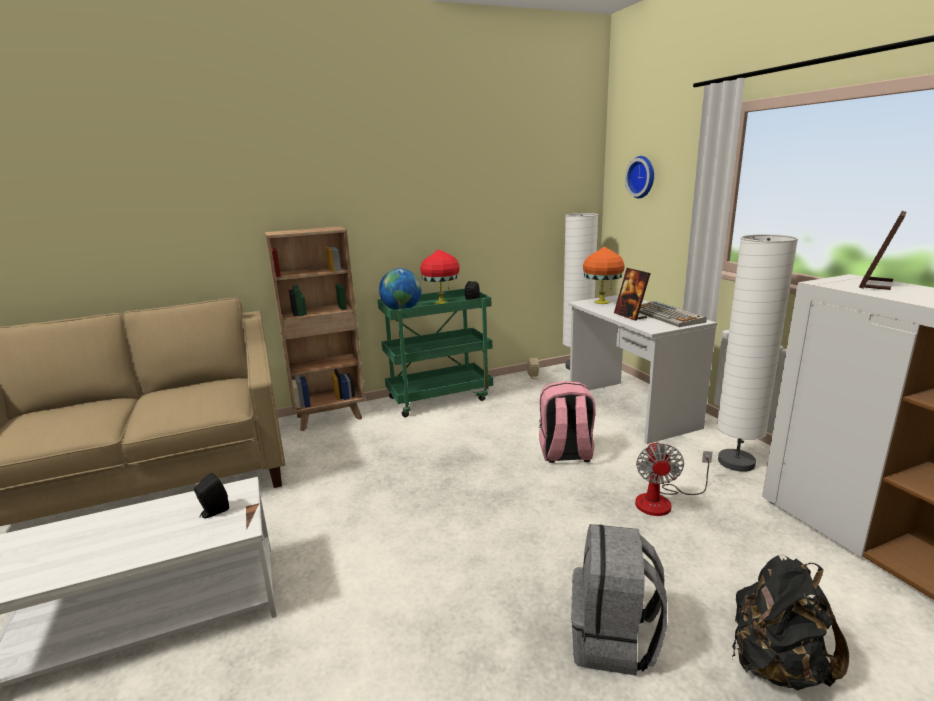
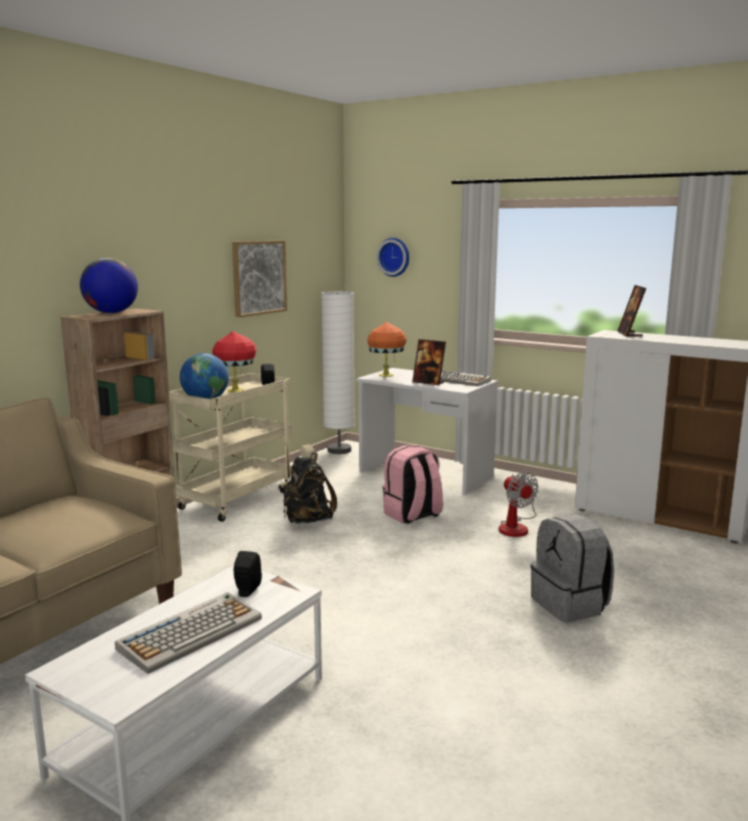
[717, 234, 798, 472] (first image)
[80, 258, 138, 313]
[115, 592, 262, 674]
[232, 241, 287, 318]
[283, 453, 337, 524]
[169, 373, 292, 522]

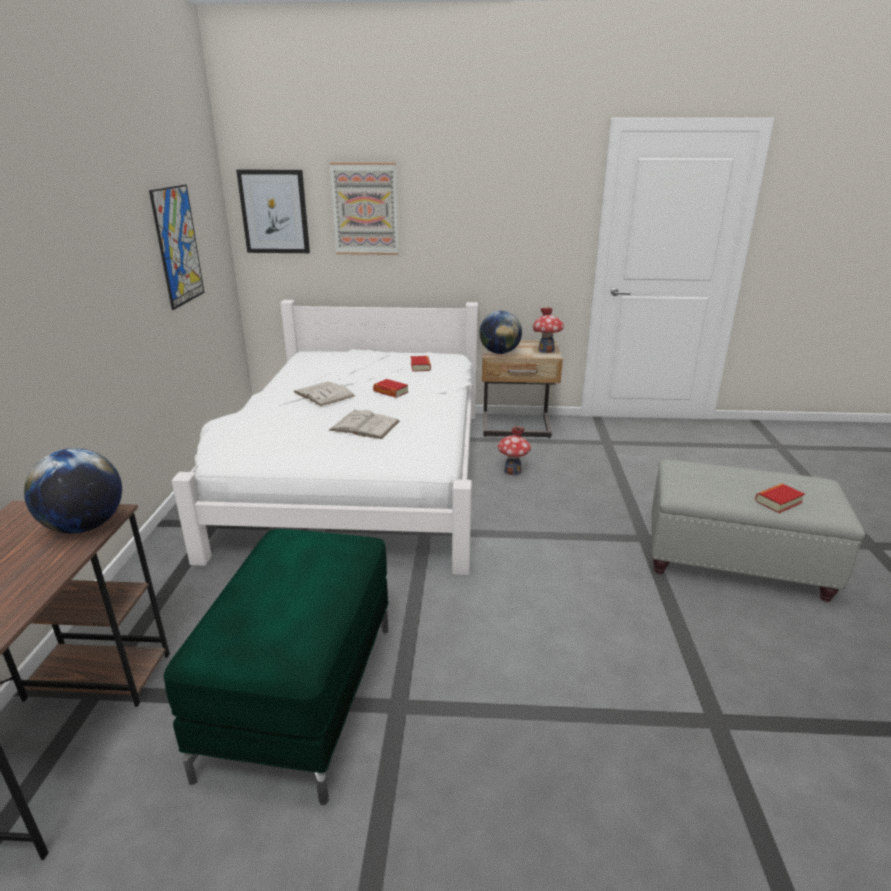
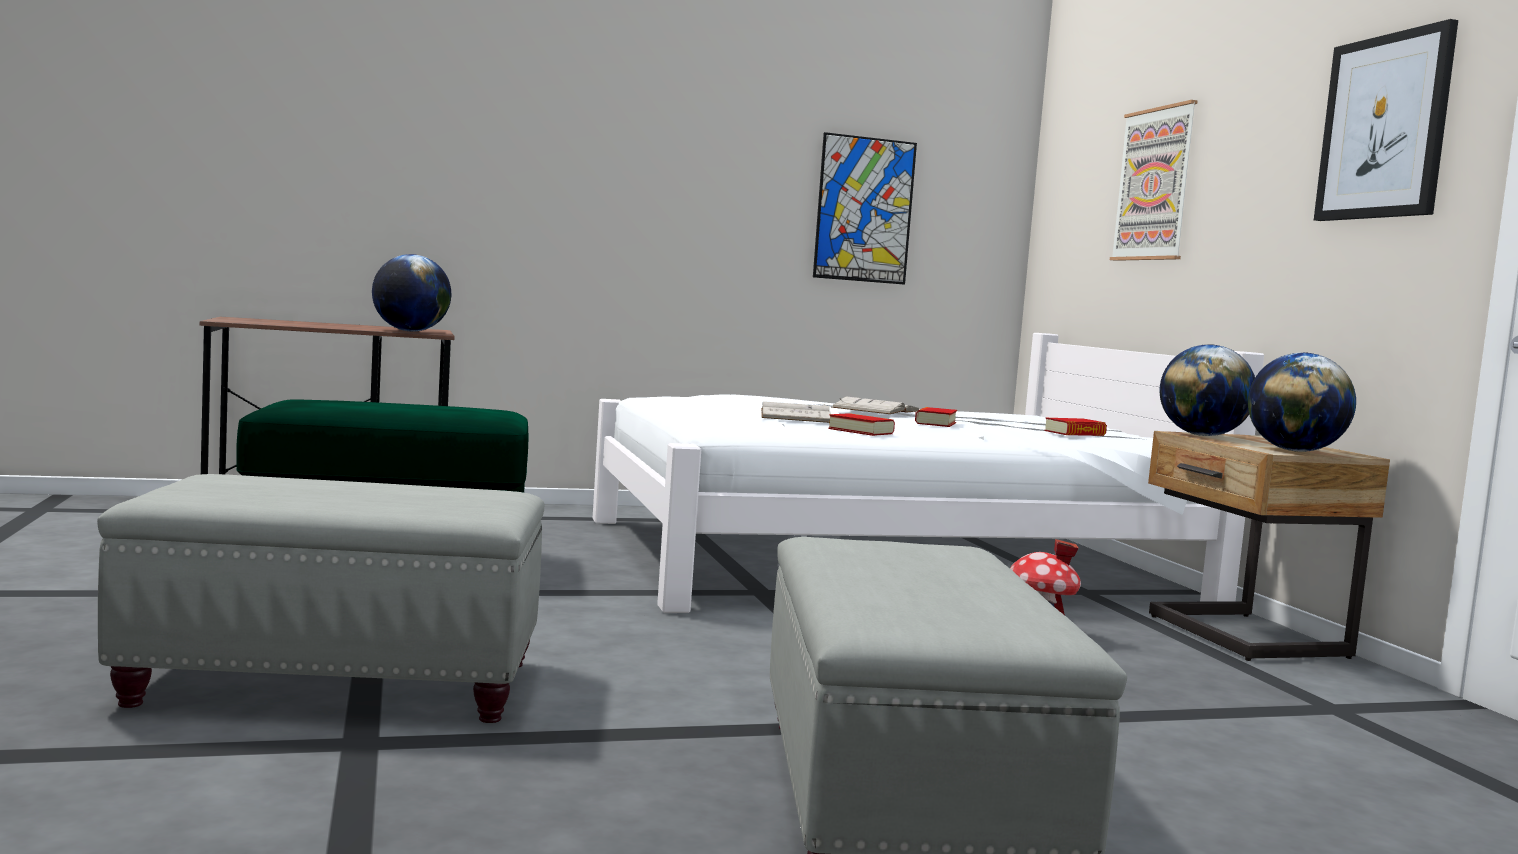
[97, 474, 544, 723]
[1314, 19, 1458, 221]
[828, 413, 895, 436]
[1248, 353, 1356, 452]

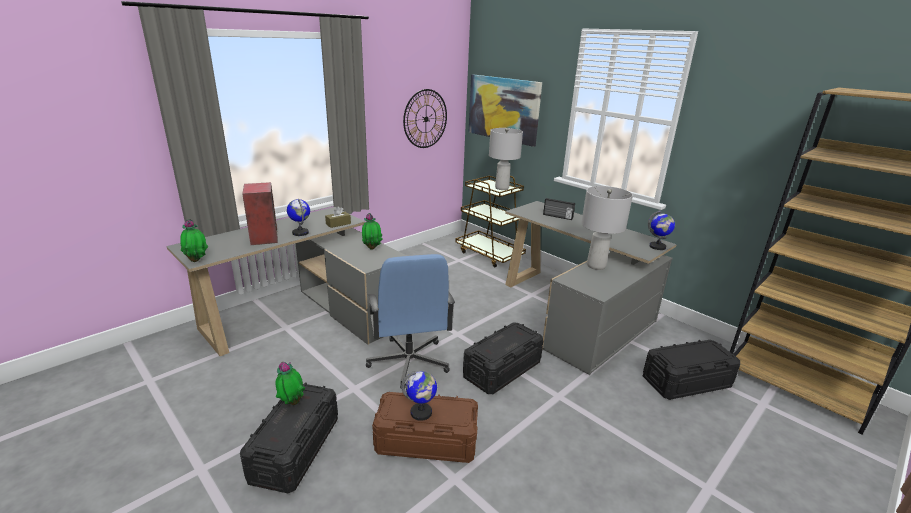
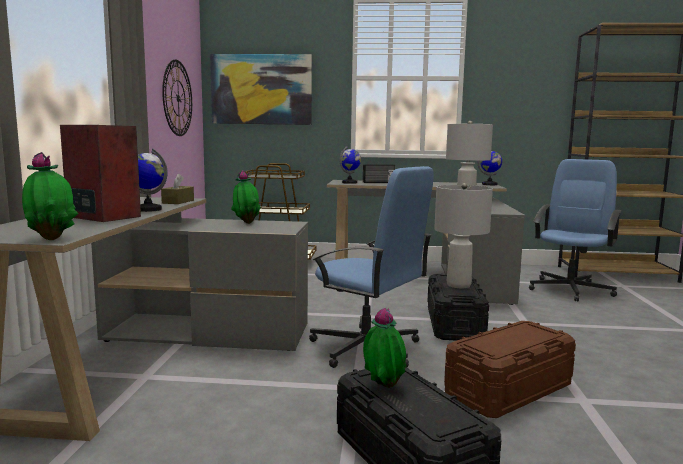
[340, 146, 361, 184]
[434, 183, 493, 288]
[529, 159, 622, 302]

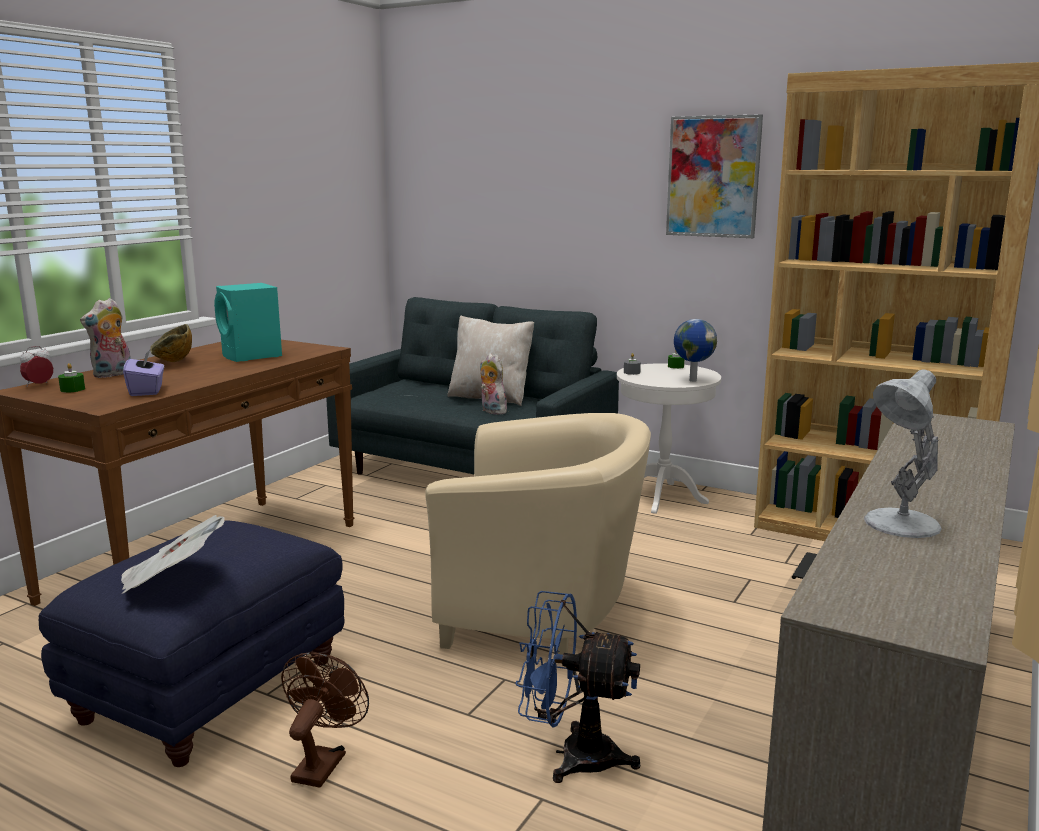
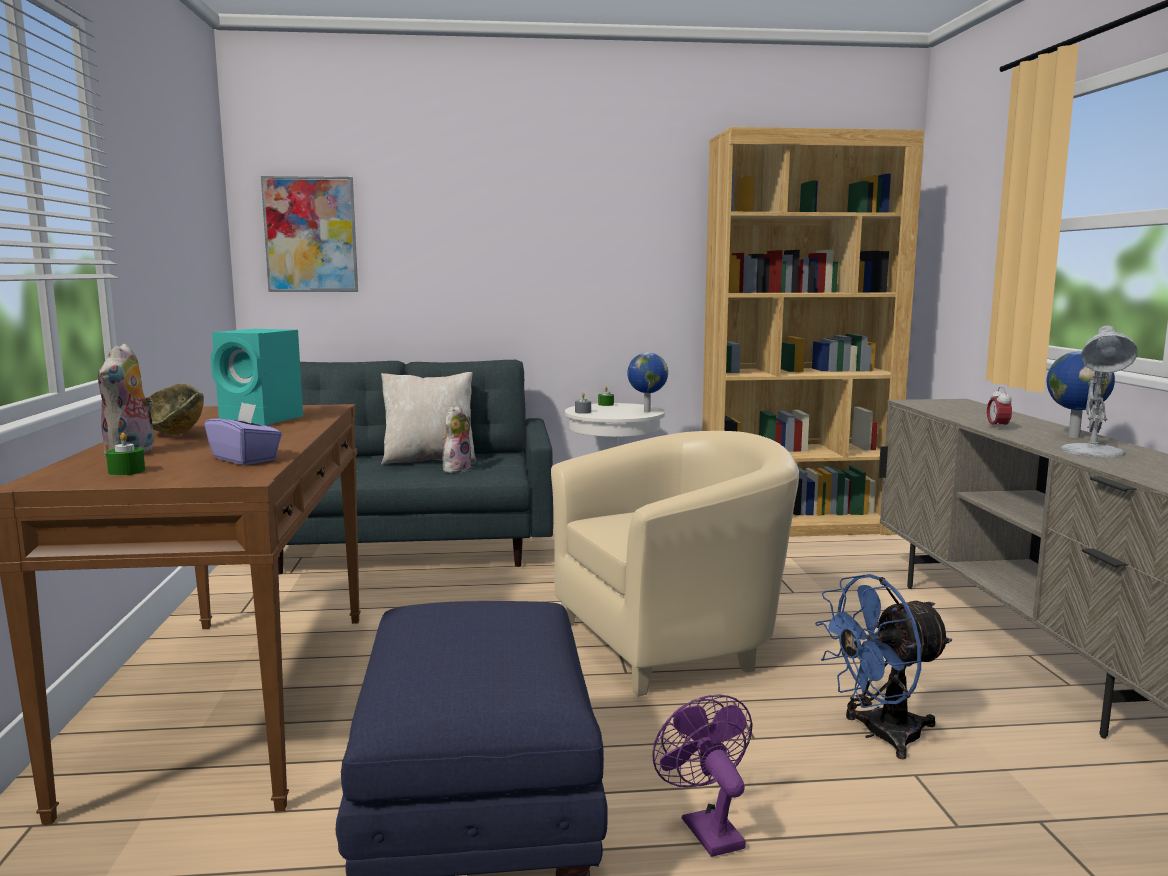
[121, 515, 225, 594] (first image)
[1047, 351, 1115, 438]
[987, 387, 1012, 430]
[261, 176, 358, 292]
[653, 694, 753, 857]
[442, 406, 471, 473]

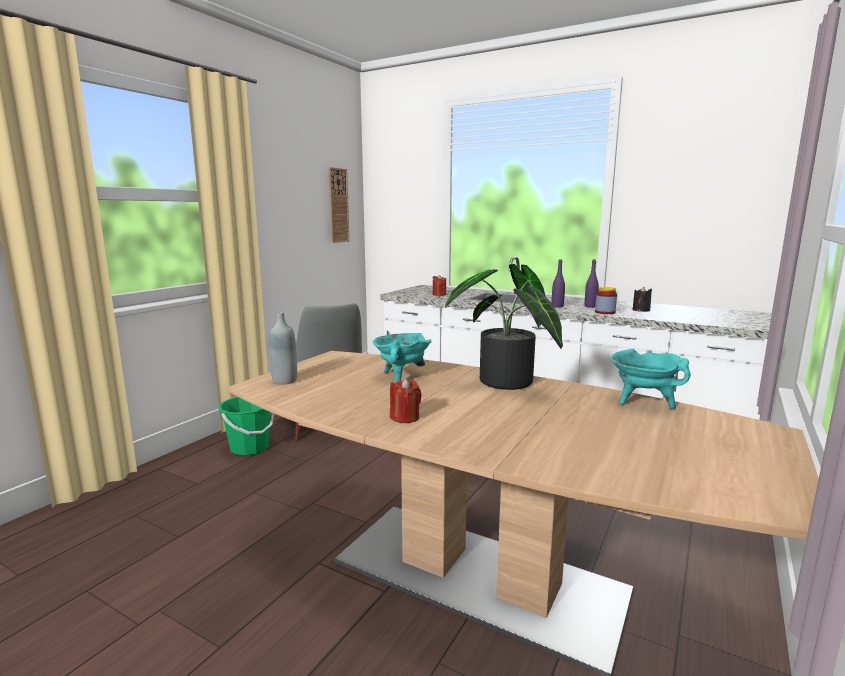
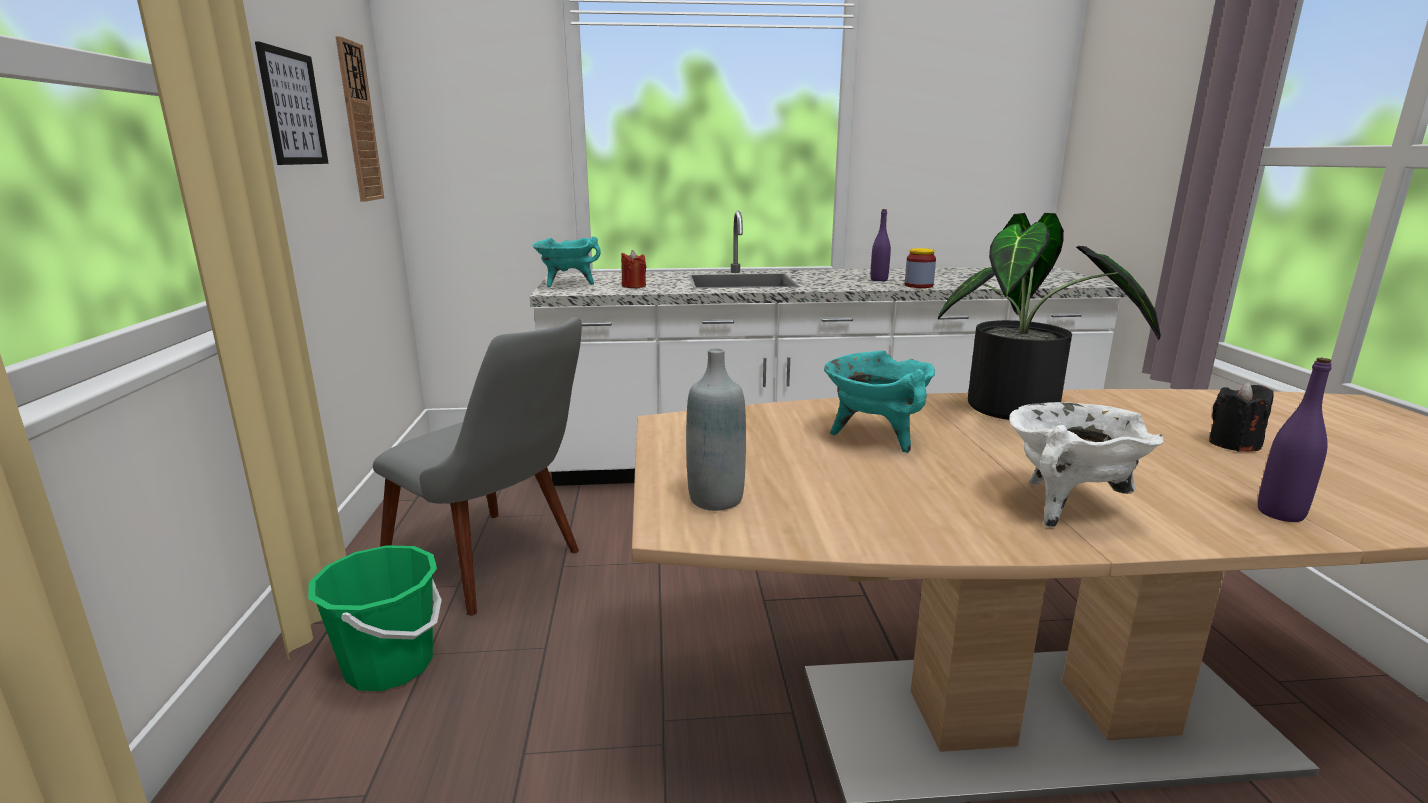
[255, 42, 329, 165]
[1258, 358, 1332, 522]
[532, 236, 601, 287]
[1209, 382, 1274, 452]
[1009, 402, 1164, 528]

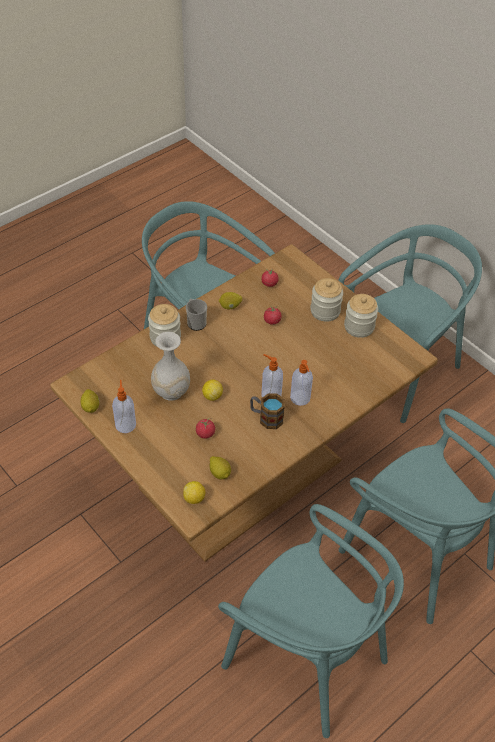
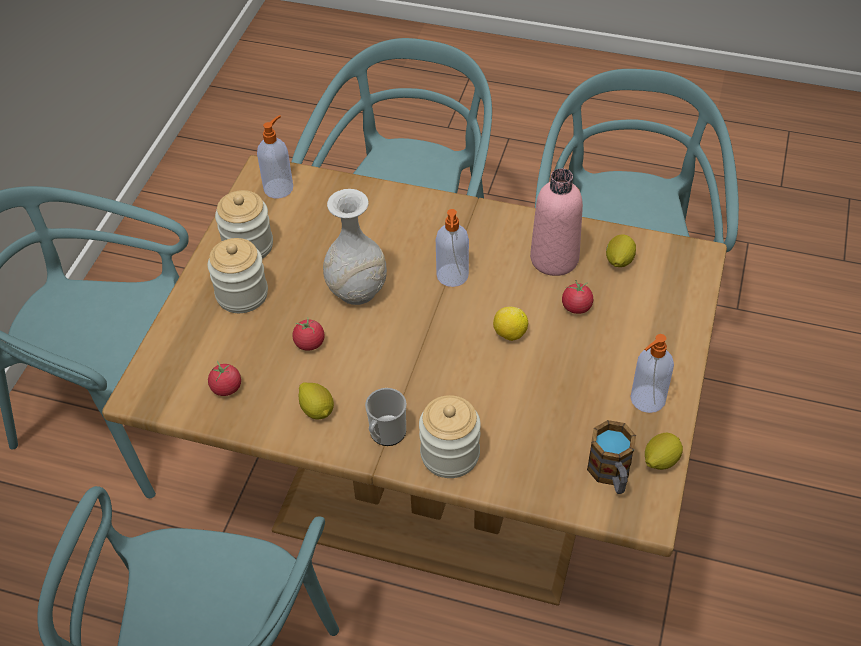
[183, 481, 205, 504] (first image)
[530, 168, 583, 276]
[323, 189, 387, 305]
[587, 420, 636, 494]
[257, 115, 293, 198]

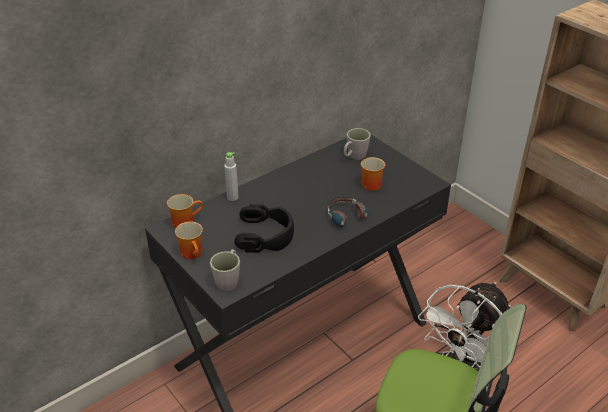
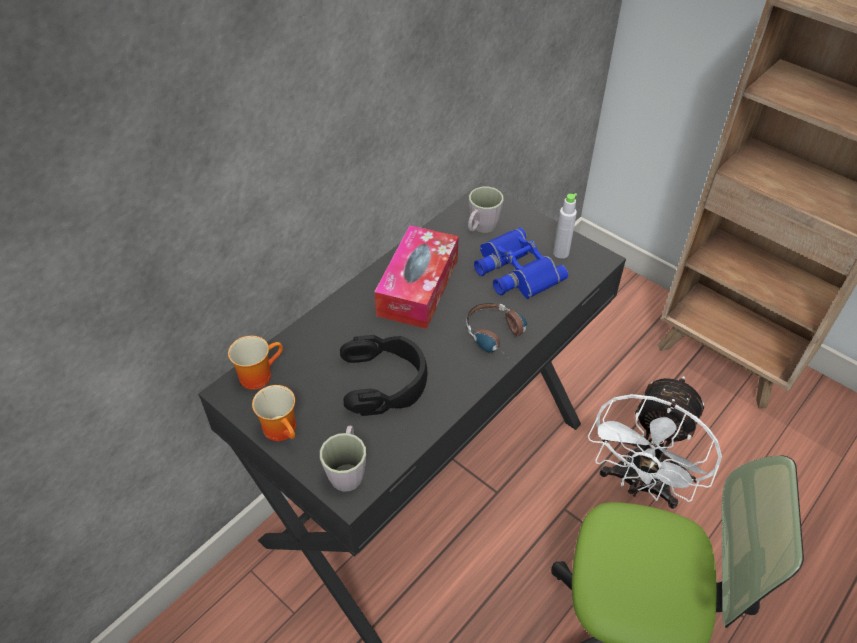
[374, 225, 459, 329]
[553, 193, 577, 259]
[474, 227, 568, 299]

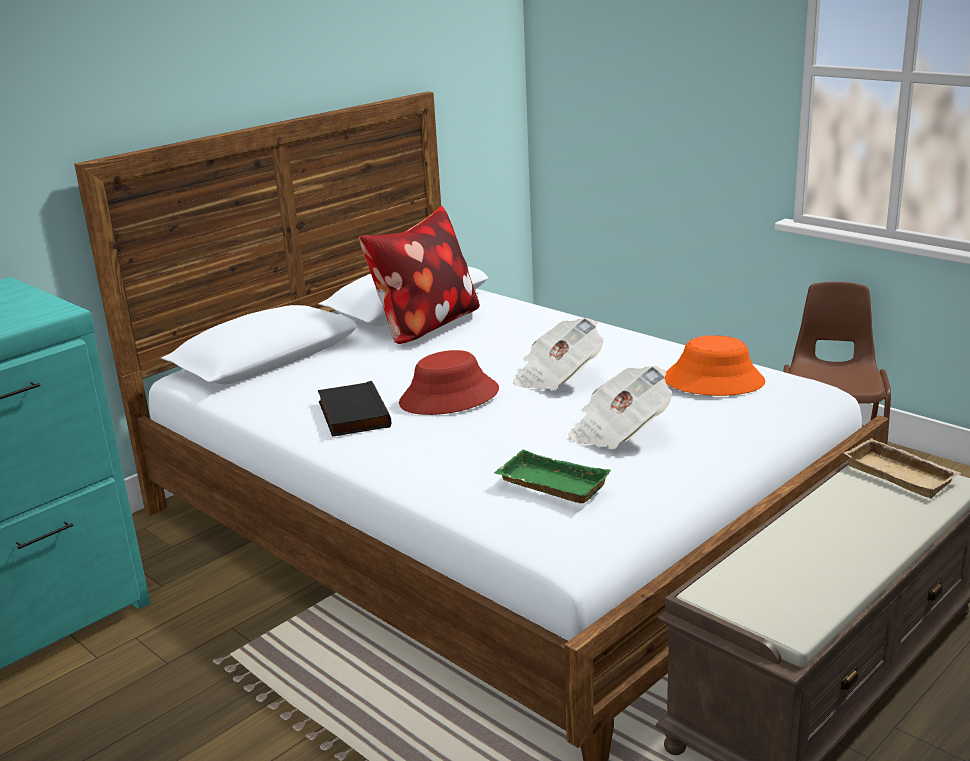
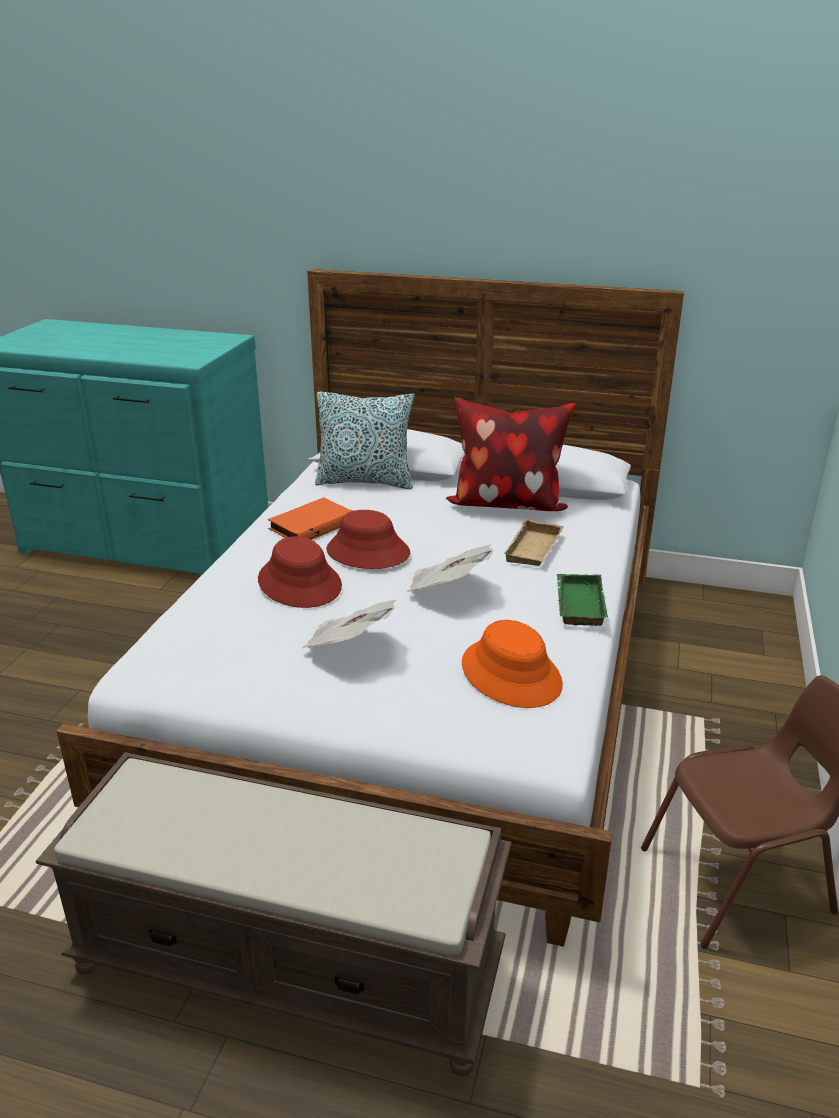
[258, 536, 342, 608]
[315, 392, 415, 489]
[557, 574, 608, 626]
[503, 519, 564, 566]
[268, 497, 353, 540]

